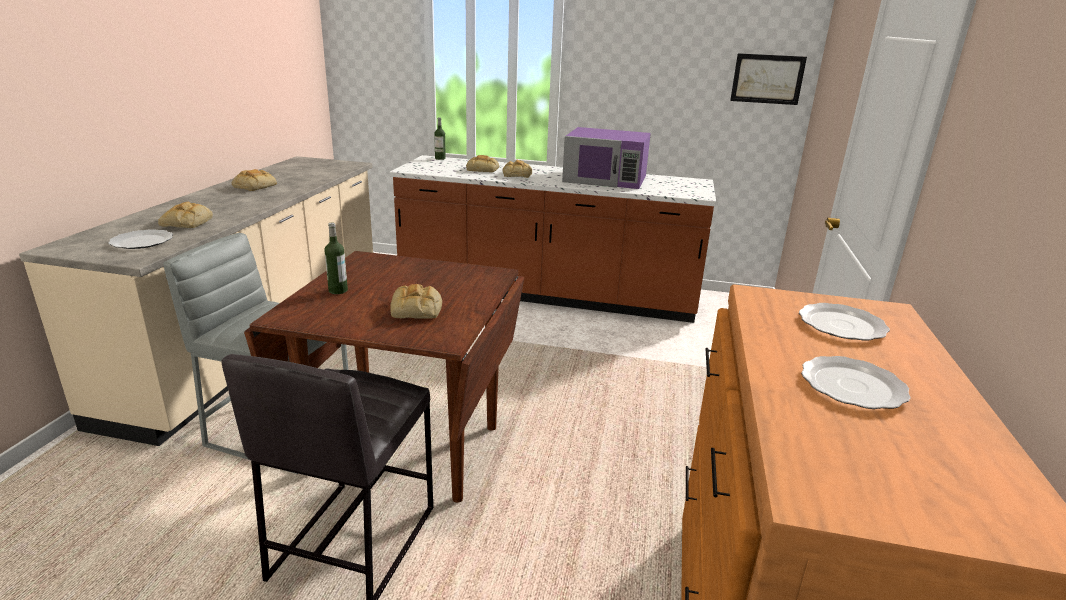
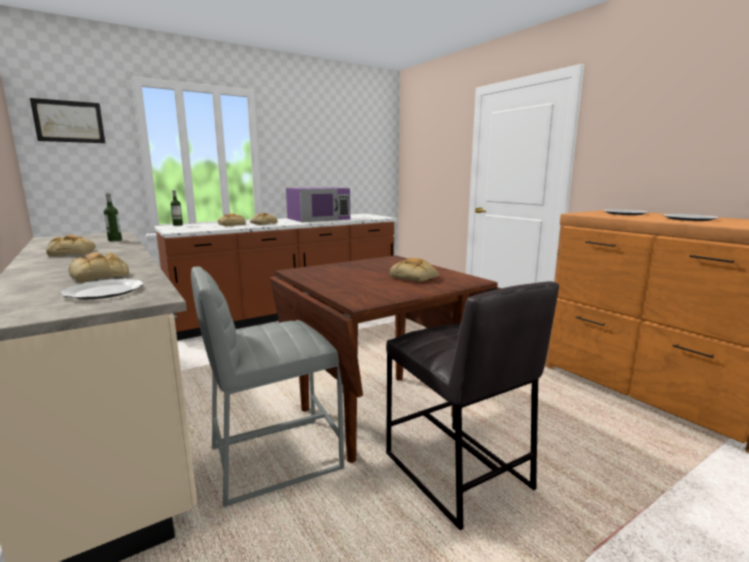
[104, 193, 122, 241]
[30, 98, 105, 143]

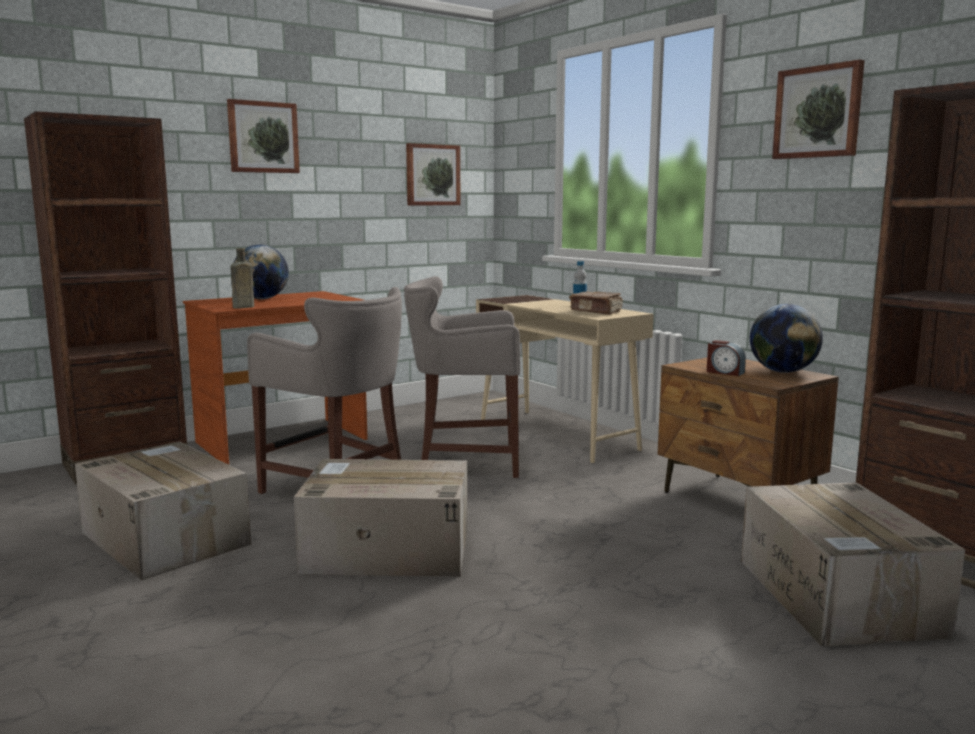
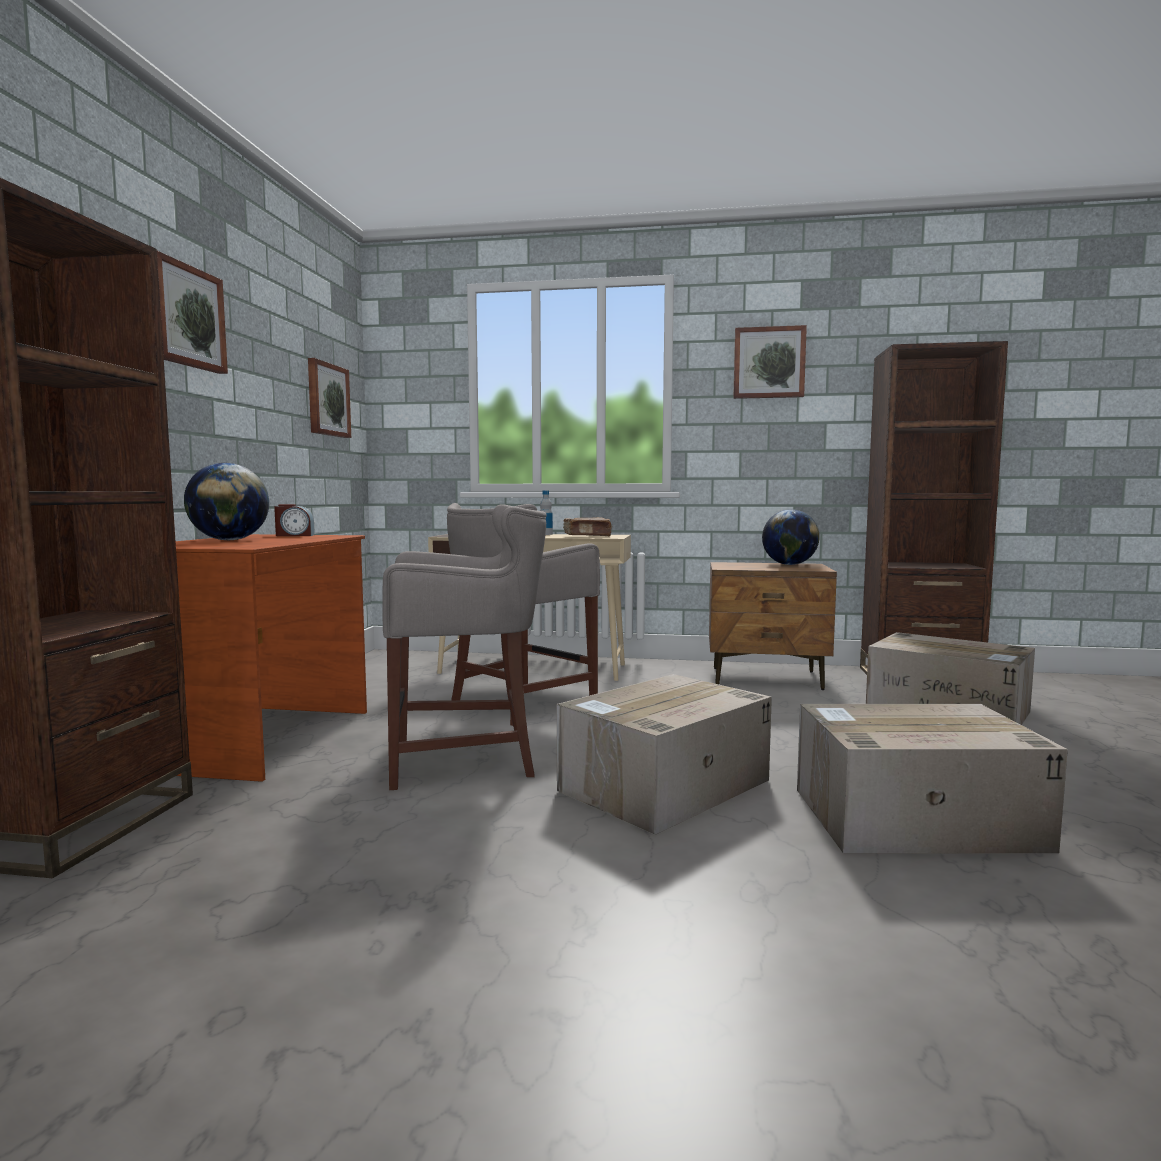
[230, 248, 254, 309] (first image)
[797, 704, 1068, 854]
[274, 504, 315, 536]

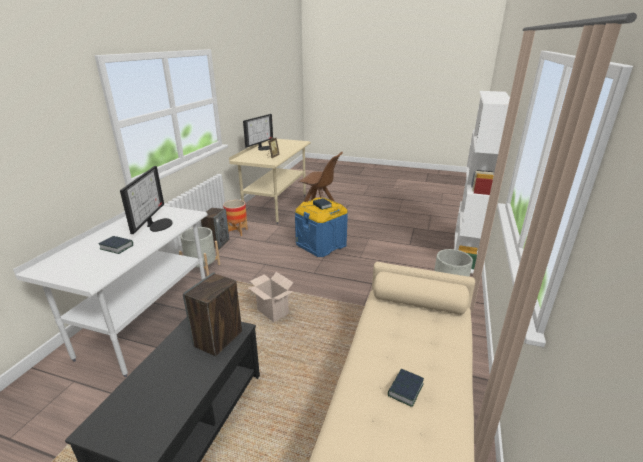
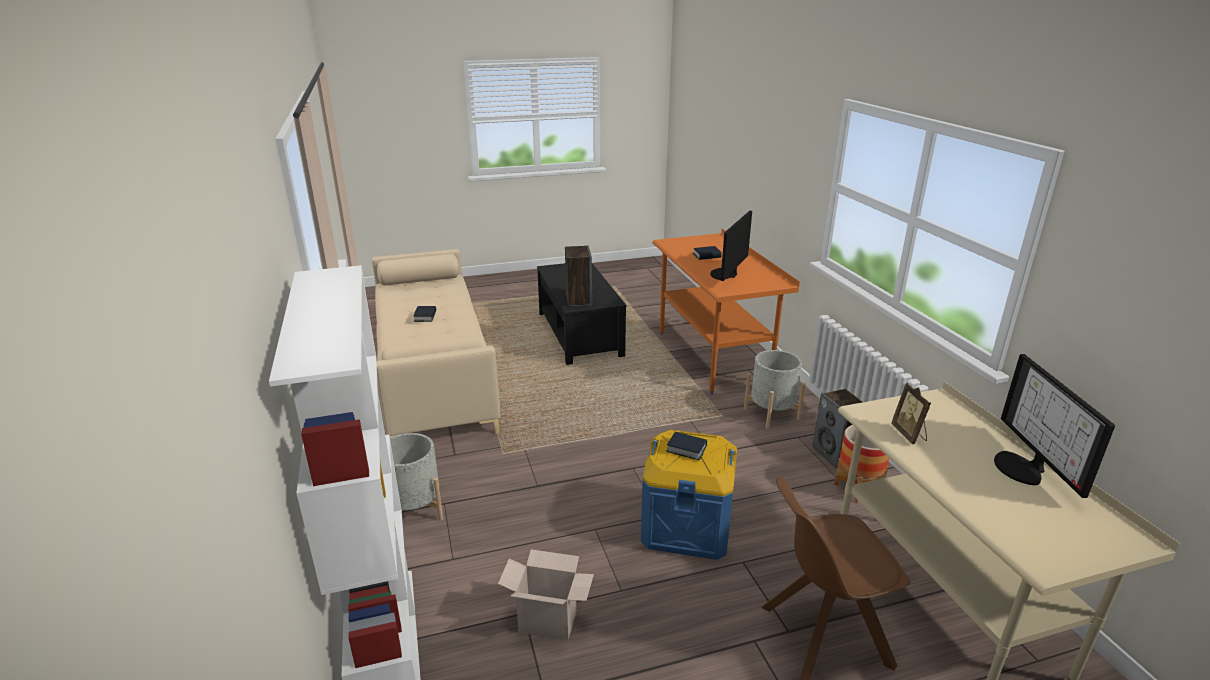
[498, 549, 594, 641]
[653, 229, 800, 394]
[710, 211, 752, 281]

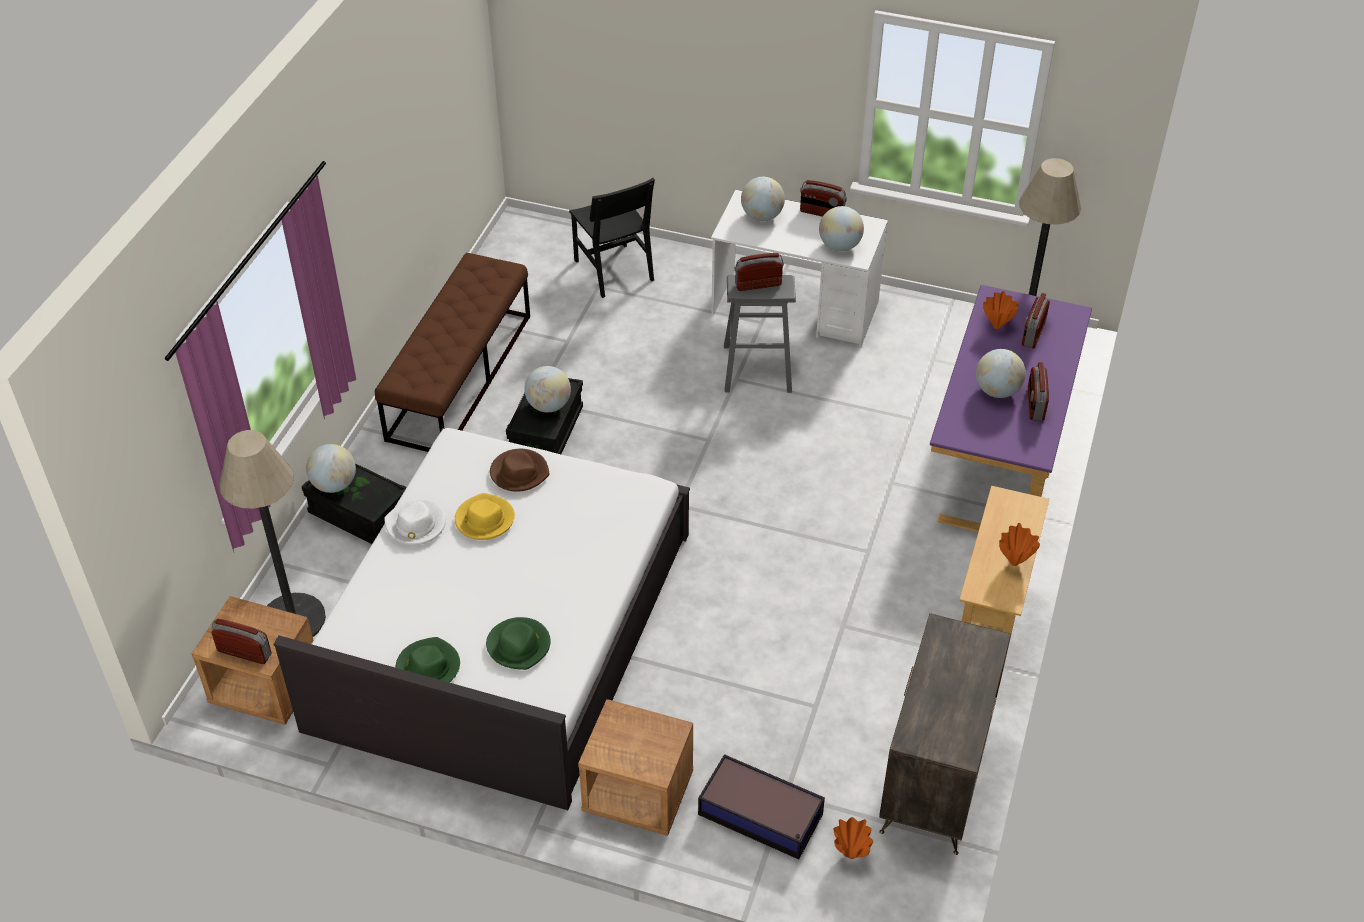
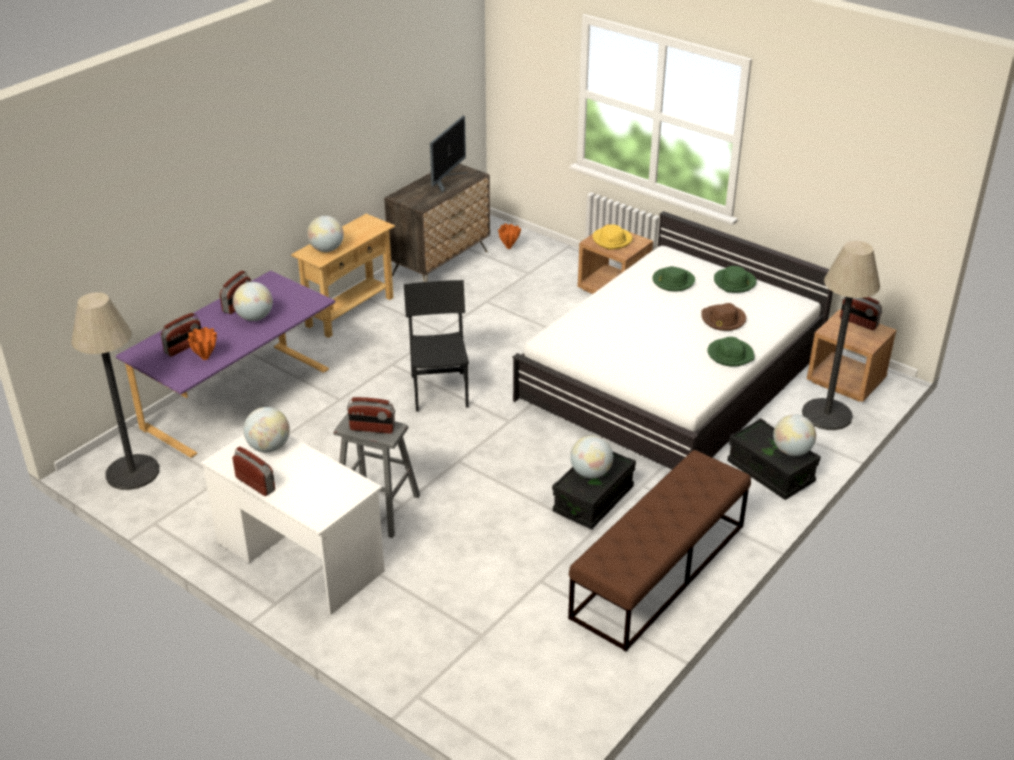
[698, 754, 825, 859] (first image)
[999, 523, 1040, 566] (first image)
[430, 116, 467, 192]
[593, 224, 633, 250]
[701, 303, 746, 331]
[404, 280, 469, 412]
[307, 216, 344, 252]
[707, 337, 754, 366]

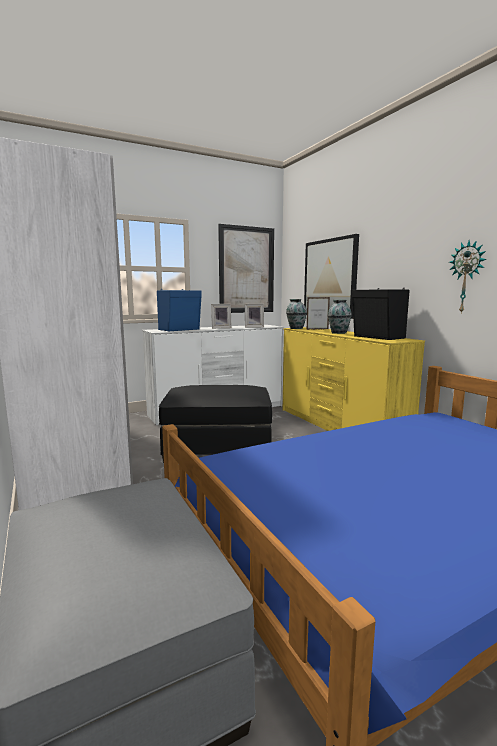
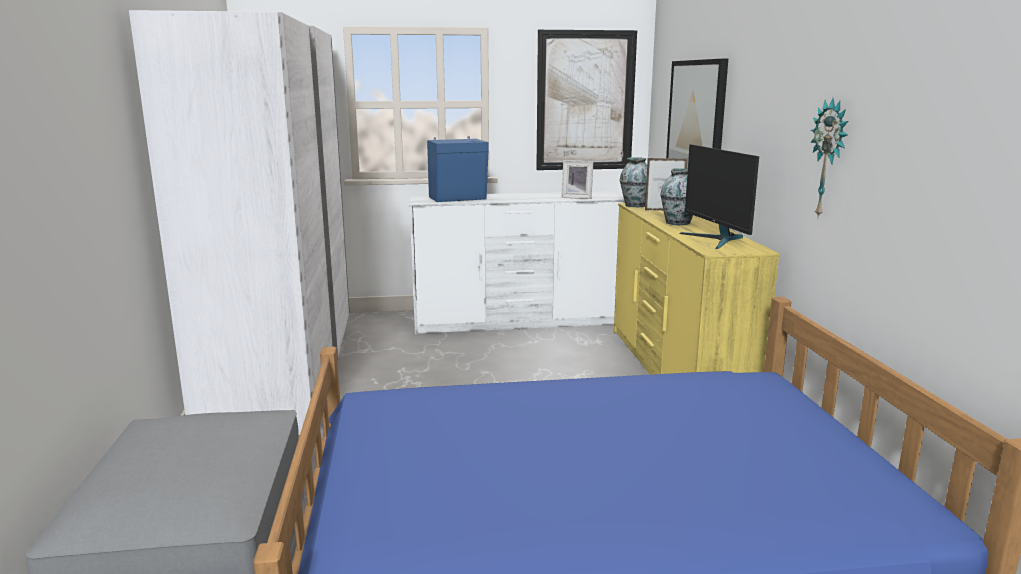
[159, 385, 272, 463] (first image)
[211, 304, 232, 328] (first image)
[680, 144, 759, 249]

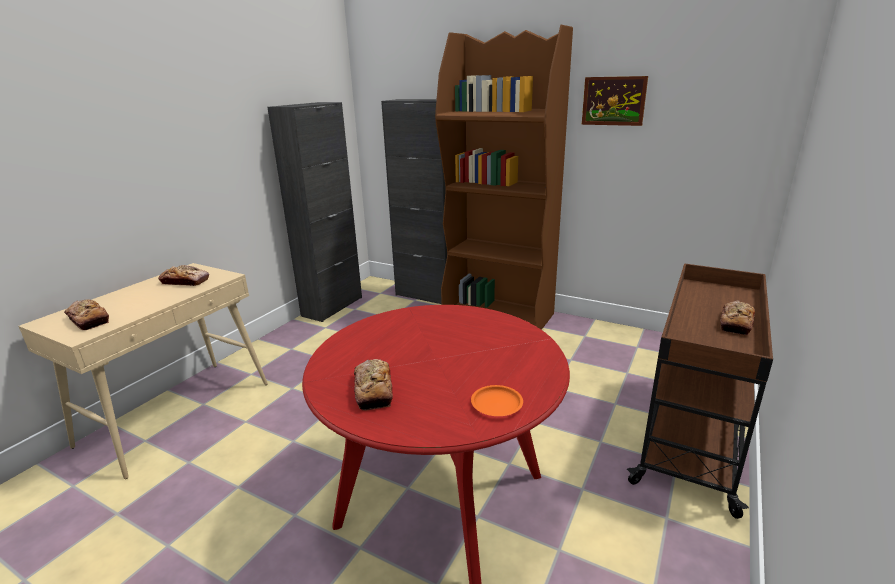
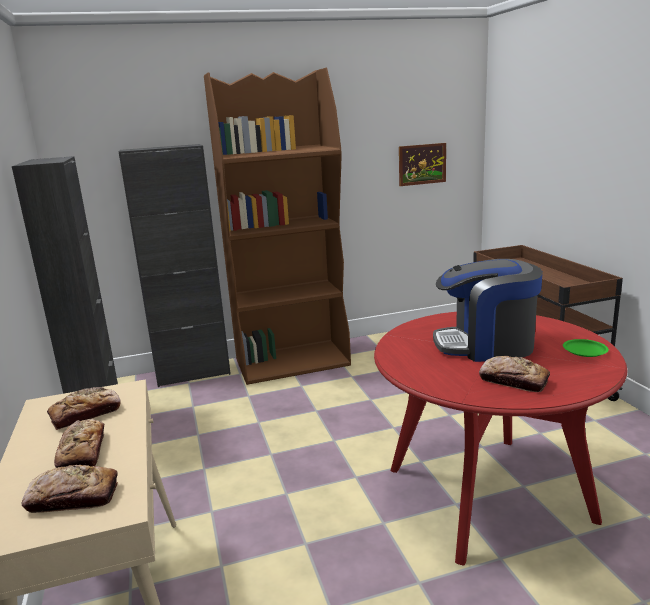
[433, 259, 543, 362]
[399, 143, 446, 186]
[54, 419, 105, 468]
[563, 339, 609, 357]

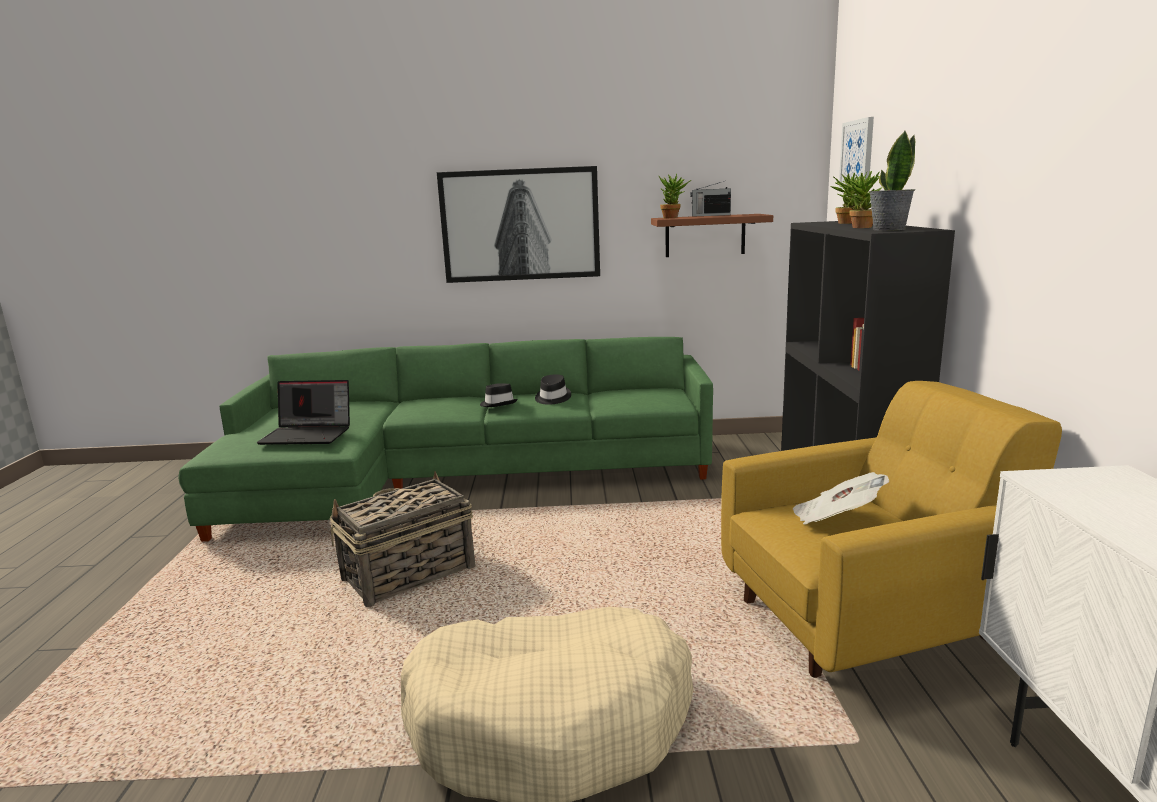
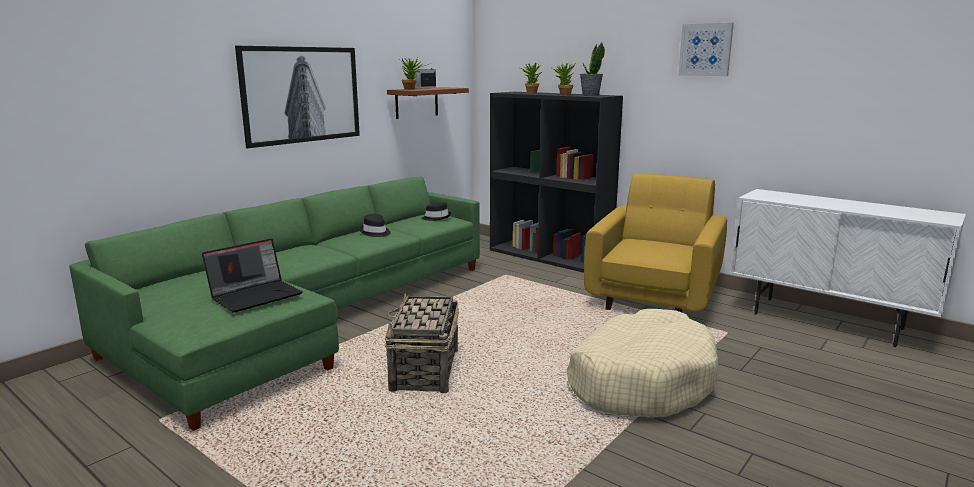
[793, 472, 889, 525] (first image)
[421, 202, 451, 221]
[678, 23, 734, 76]

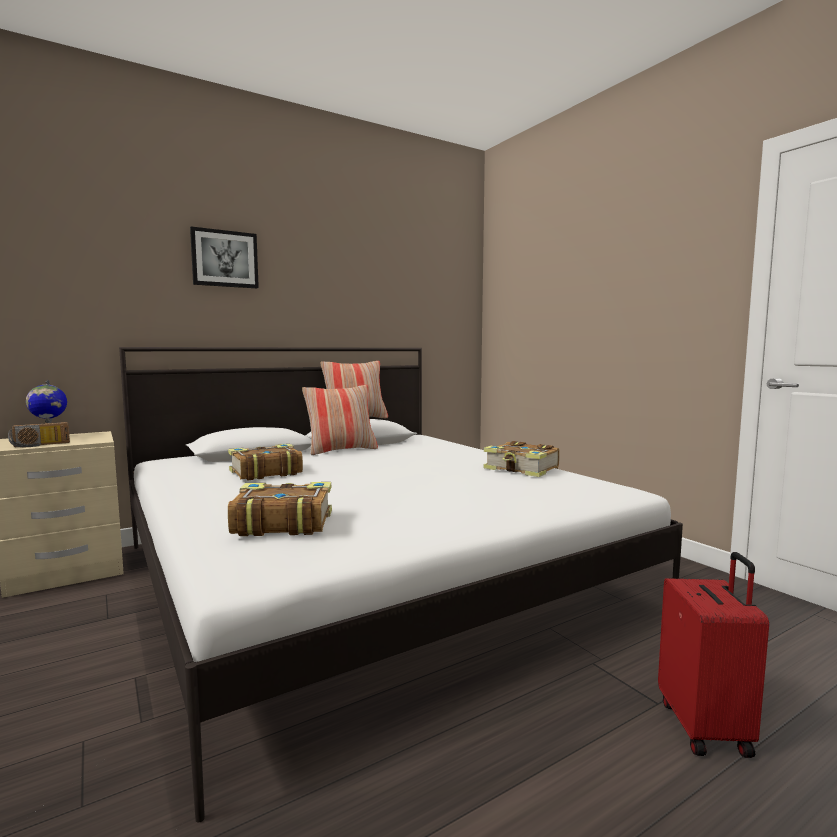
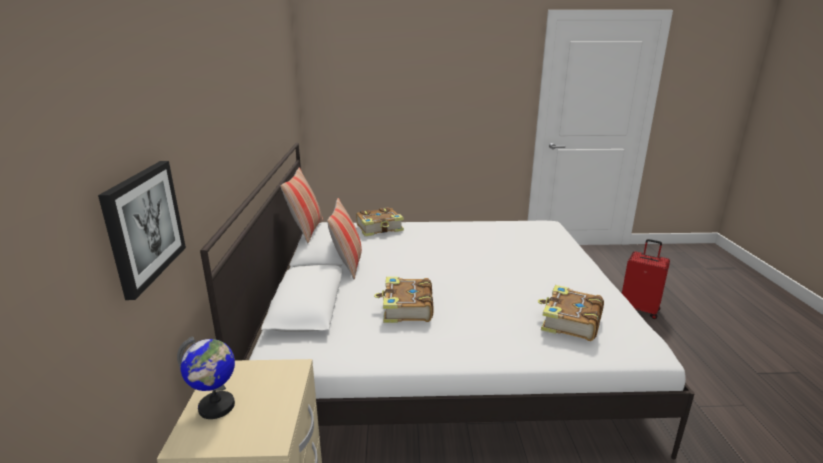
[8, 422, 70, 447] (first image)
[98, 161, 186, 300]
[356, 207, 404, 236]

